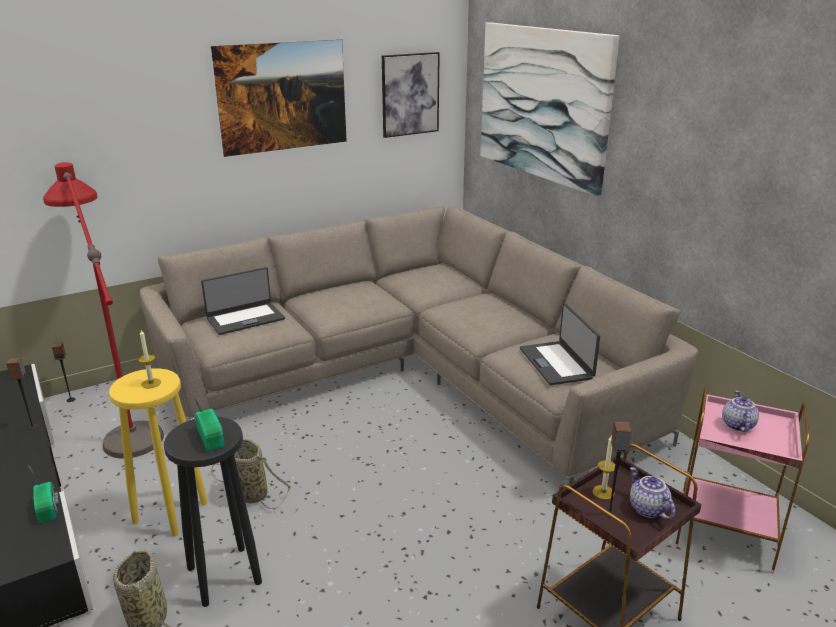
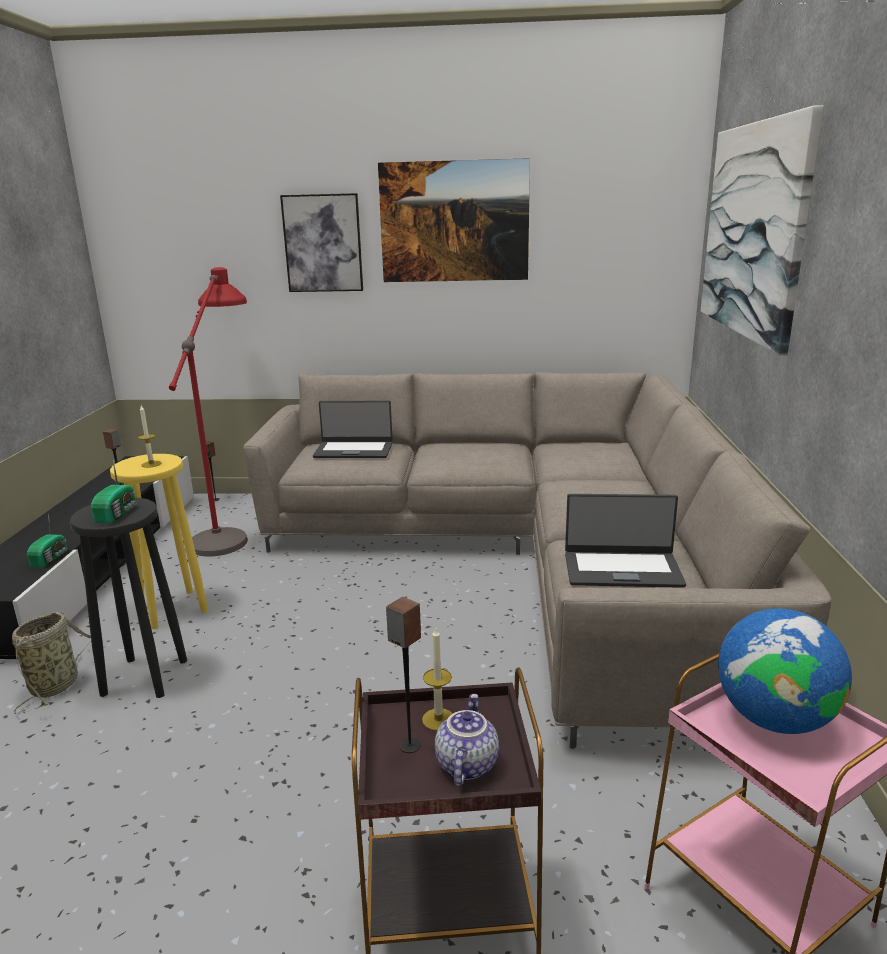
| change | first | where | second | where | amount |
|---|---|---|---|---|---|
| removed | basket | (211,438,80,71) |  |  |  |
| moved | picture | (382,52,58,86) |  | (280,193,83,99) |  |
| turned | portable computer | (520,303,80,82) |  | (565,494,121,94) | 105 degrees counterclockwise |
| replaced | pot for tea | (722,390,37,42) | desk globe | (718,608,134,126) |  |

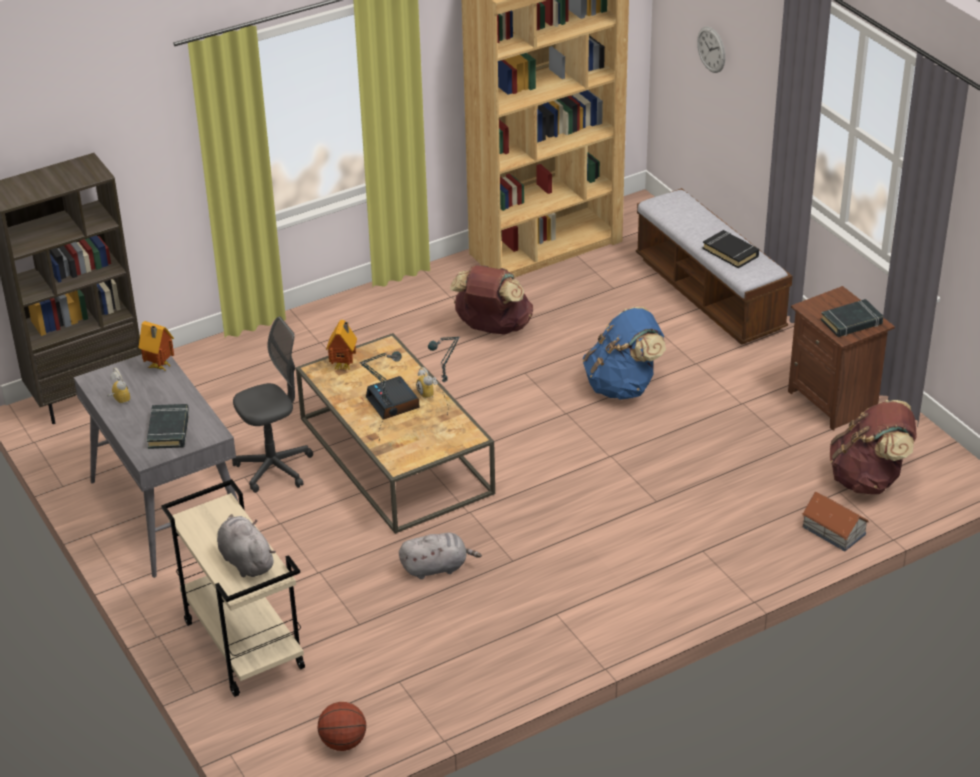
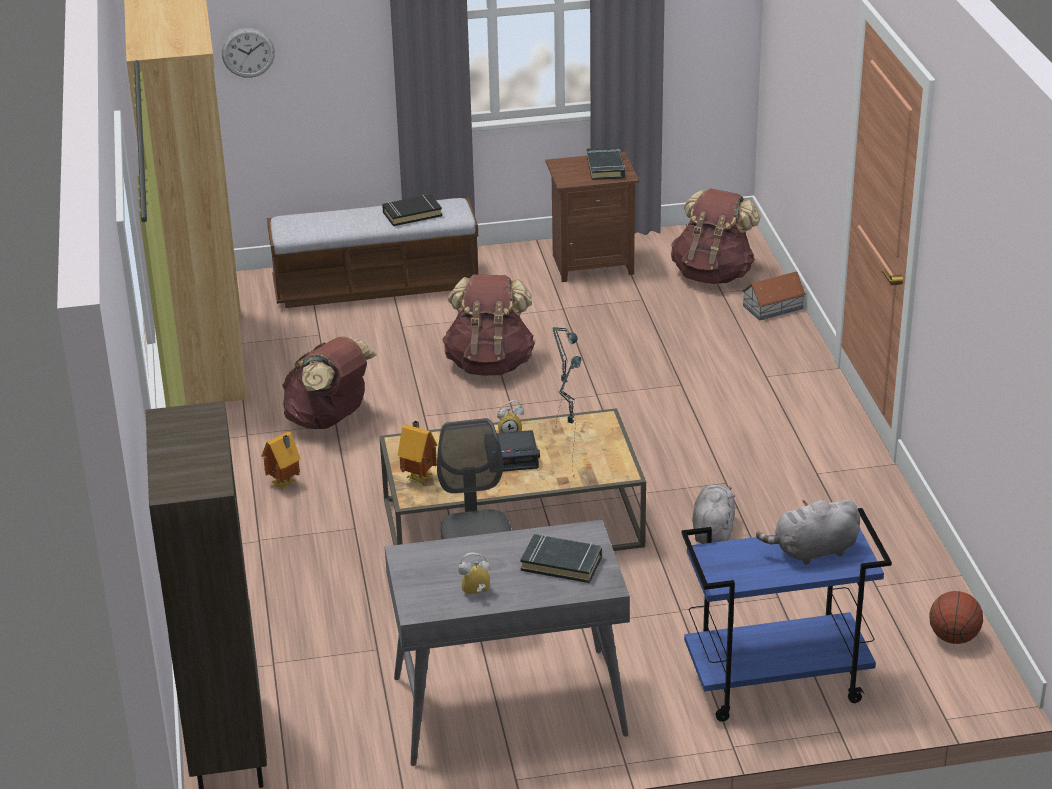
| change | first | where | second | where | amount |
|---|---|---|---|---|---|
| moved | toy house | (138,321,36,51) |  | (261,432,40,58) |  |
| recoloured | sand-coloured cart | (161,479,144,218) | bluish cart | (681,508,211,214) |  |
| recoloured | bluish backpack | (583,307,83,93) | brown backpack | (442,274,93,102) |  |

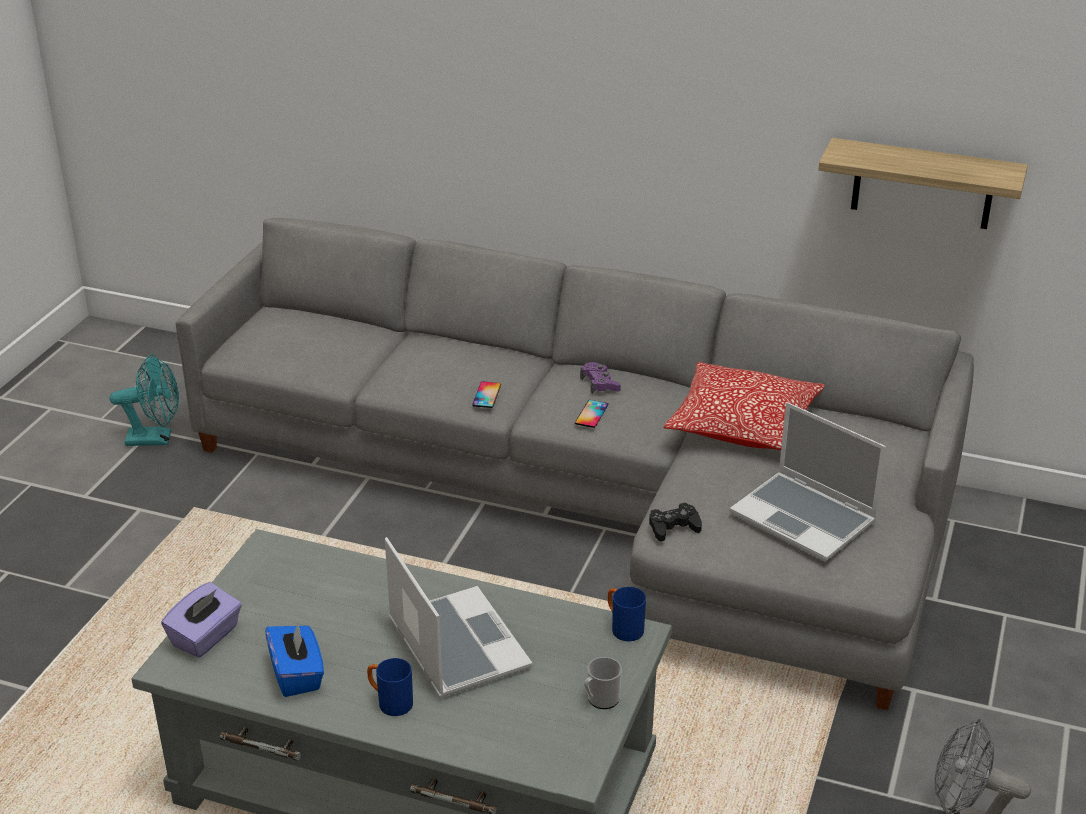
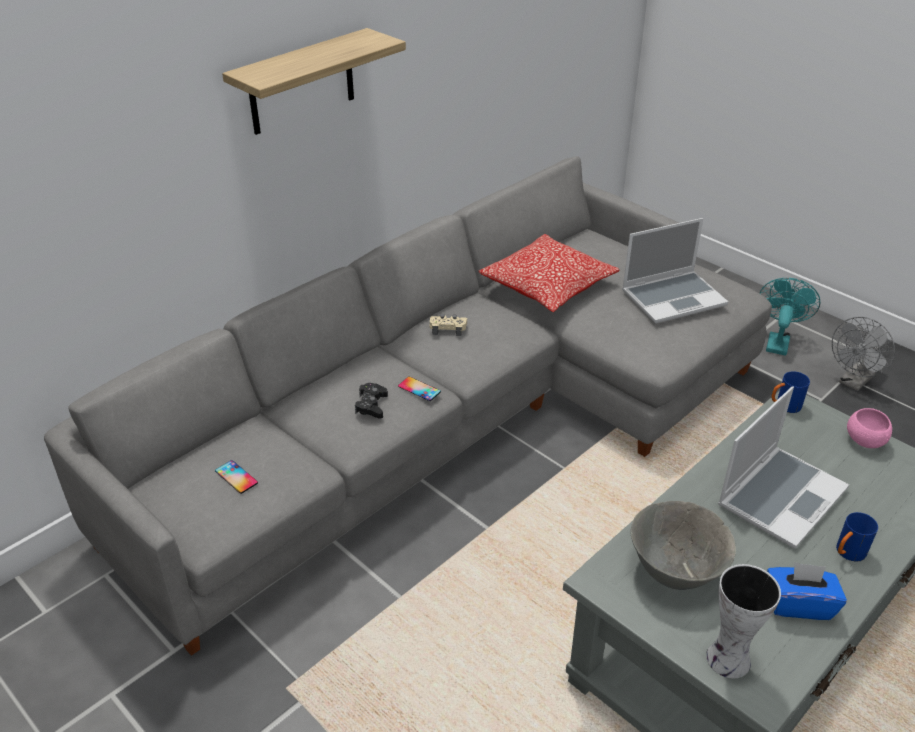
| change | first | where | second | where | amount |
|---|---|---|---|---|---|
| moved | turquoise-coloured fan | (110,354,69,92) |  | (759,278,61,78) |  |
| replaced | purple-coloured tissue holder | (161,582,81,76) | flower vase | (706,564,75,115) |  |
| turned | portable computer | (385,537,148,161) |  | (718,386,131,163) | 135 degrees clockwise |
| moved | telephone | (575,400,33,28) |  | (215,460,43,34) |  |
| recoloured | purple-coloured joypad | (580,362,41,32) | sand-coloured joypad | (430,314,37,22) |  |
| replaced | tea mug | (584,657,38,52) | pinkish serving bowl | (847,408,45,40) |  |
| moved | black-coloured joypad | (649,503,53,38) |  | (355,383,33,36) |  |
| moved | wall shelf | (818,138,210,91) |  | (222,28,184,107) |  |
| added |  |  | greyish serving bowl | (630,501,106,89) |  |

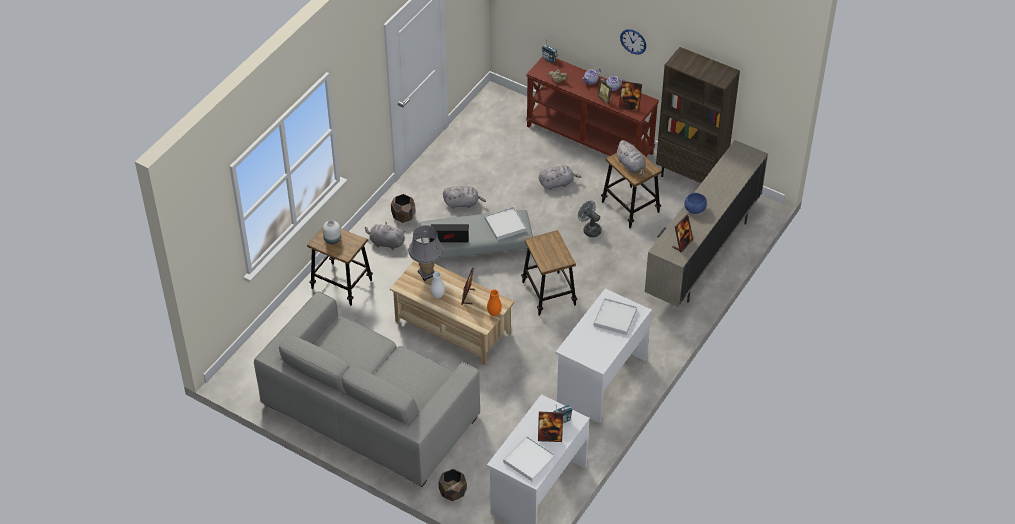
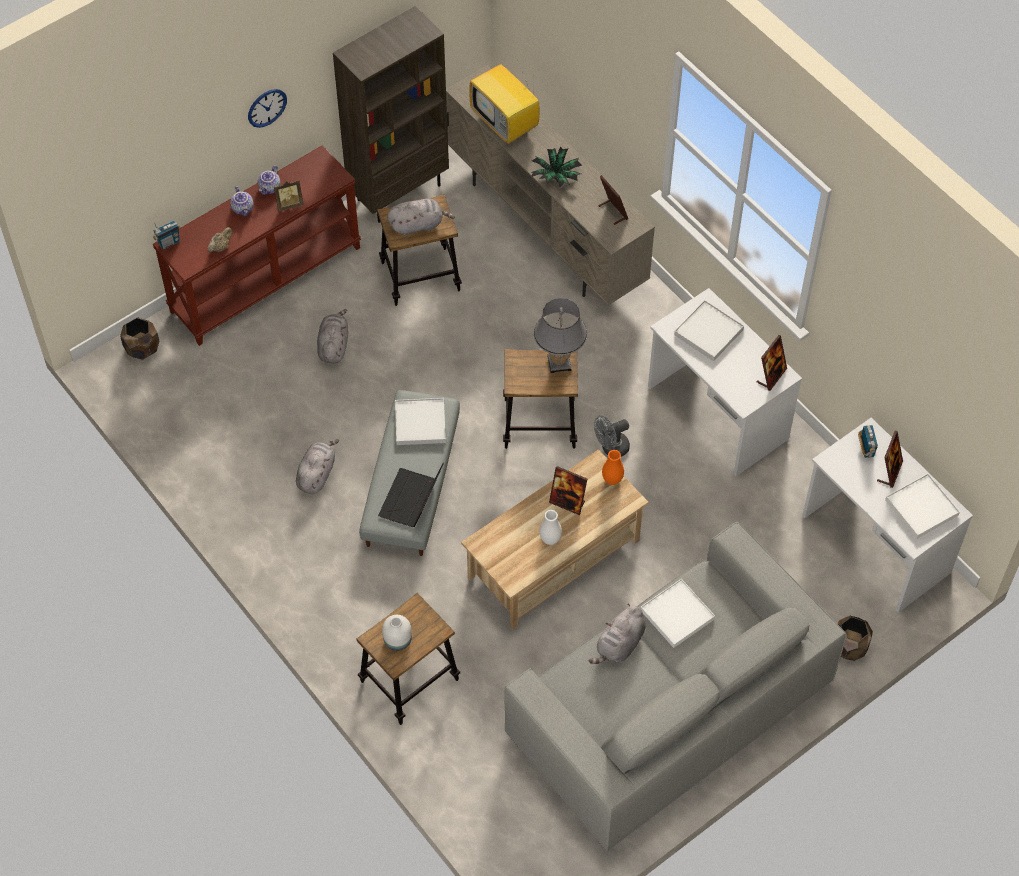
| change | first | where | second | where | amount |
|---|---|---|---|---|---|
| moved | greyish cuddly toy | (365,222,40,28) |  | (588,604,58,60) |  |
| moved | brown planter | (391,194,25,29) |  | (120,317,40,43) |  |
| moved | greyish lamp for a table | (408,225,36,56) |  | (534,298,53,75) |  |
| moved | greyish fan | (578,201,23,36) |  | (594,415,36,42) |  |
| moved | photo frame | (619,81,23,31) |  | (757,335,30,56) |  |
| replaced | bluish serving bowl | (684,193,23,21) | houseplant | (531,146,51,42) |  |
| added |  |  | television | (469,64,71,80) |  |
| added |  |  | white carrying tray | (640,579,75,69) |  |

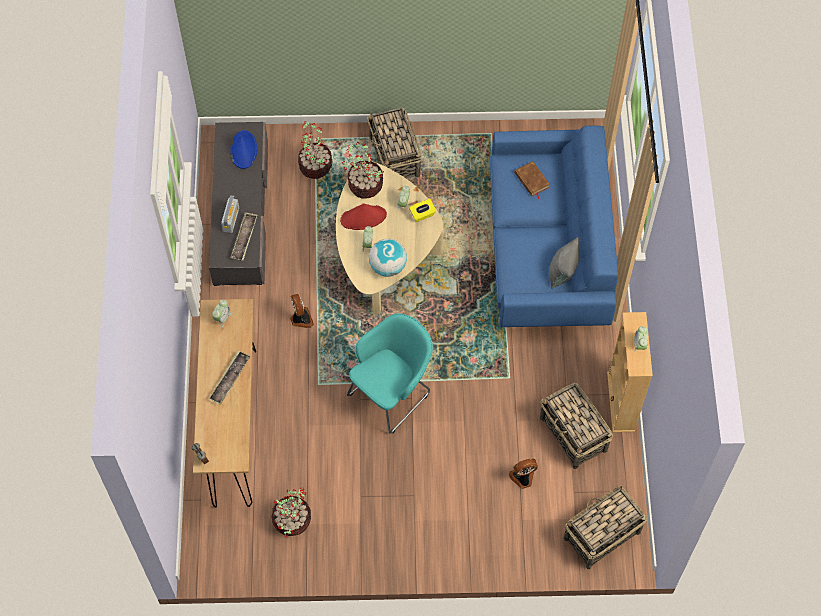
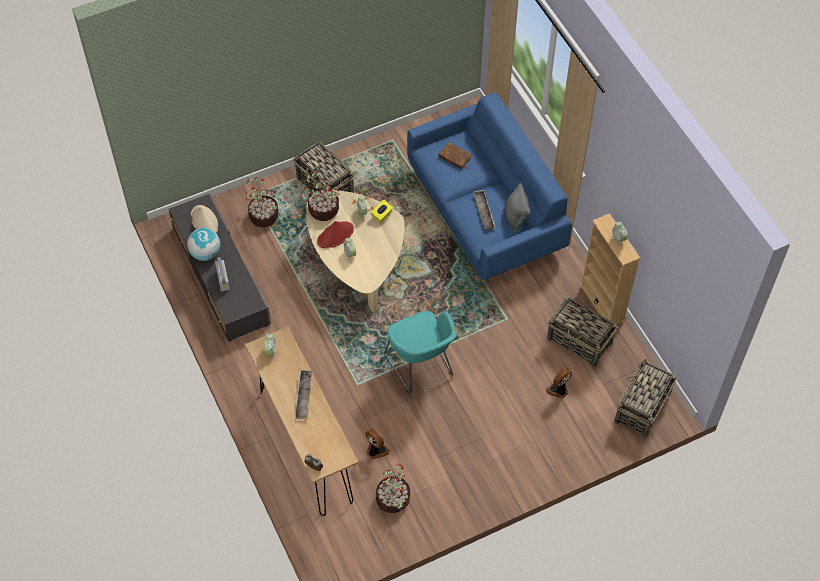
| change | first | where | second | where | amount |
|---|---|---|---|---|---|
| recoloured | bluish clothing hat | (230,130,27,39) | sand-coloured clothing hat | (191,205,27,28) |  |
| moved | carrying tray | (231,212,26,49) |  | (473,190,23,39) |  |
| moved | fan | (290,294,24,34) |  | (365,428,25,31) |  |
| turned | turquoise-coloured armchair | (347,313,86,121) |  | (384,311,73,83) | 135 degrees clockwise |
| moved | desk globe | (369,239,38,38) |  | (187,228,34,33) |  |

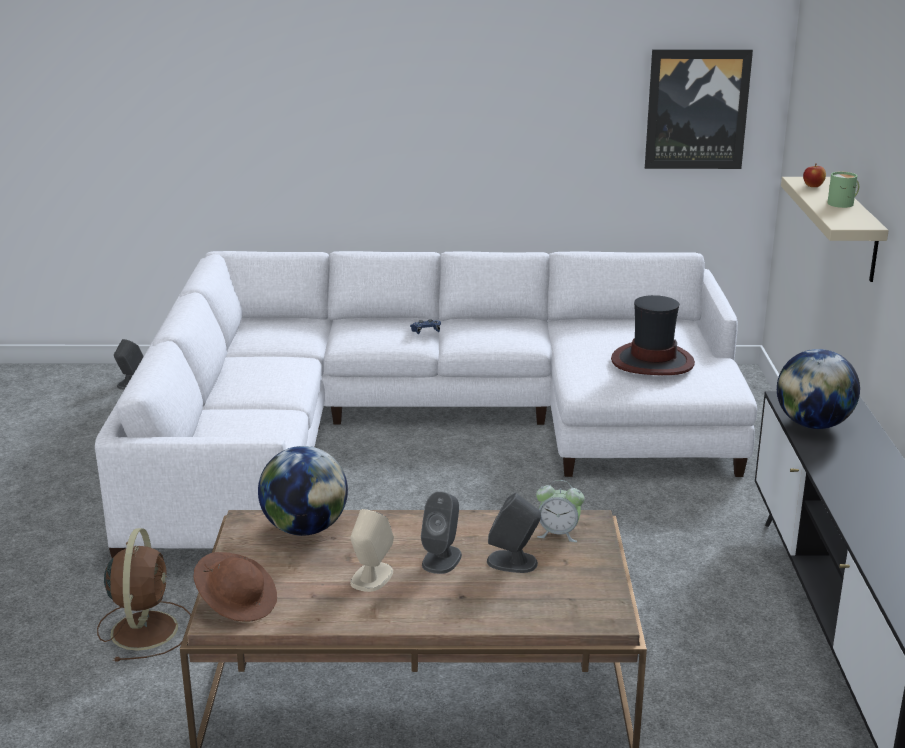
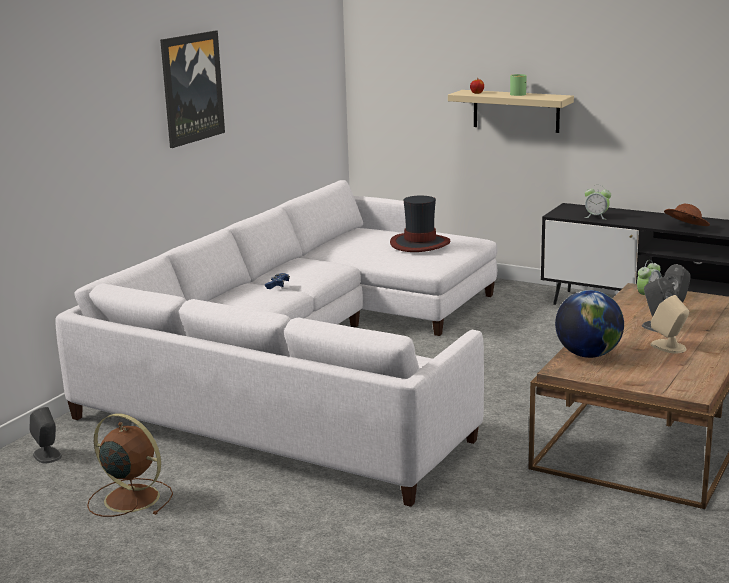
| change | first | where | second | where | amount |
|---|---|---|---|---|---|
| moved | brown fan | (97,528,94,134) |  | (87,413,86,104) |  |
| moved | brown clothing hat | (194,552,83,70) |  | (664,204,46,22) |  |
| moved | picture | (645,49,108,120) |  | (160,31,65,117) |  |
| replaced | desk globe | (777,349,83,80) | bedside clock | (584,185,27,35) |  |

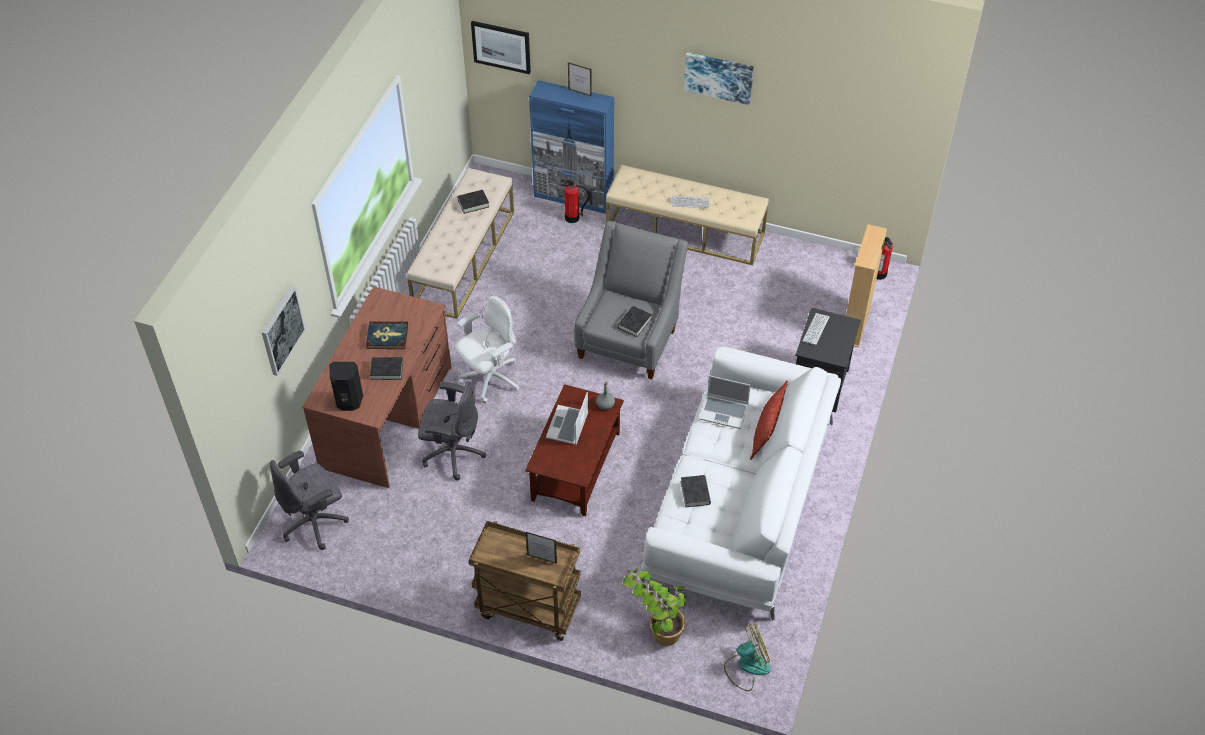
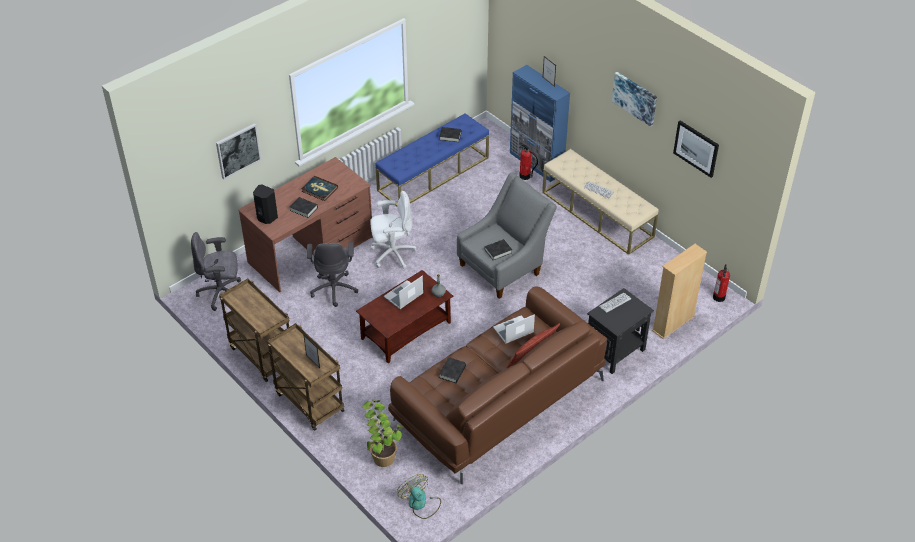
| change | first | where | second | where | amount |
|---|---|---|---|---|---|
| recoloured | sand-coloured bench | (407,168,107,151) | bluish bench | (375,113,114,93) |  |
| turned | greyish desk chair | (418,381,68,99) |  | (307,242,51,65) | 45 degrees clockwise |
| moved | picture | (471,21,60,53) |  | (673,121,46,57) |  |
| recoloured | white couch | (641,347,200,274) | brown couch | (388,286,219,198) |  |
| turned | portable computer | (700,375,51,54) |  | (493,314,42,30) | 105 degrees clockwise |
| turned | fan | (724,624,47,67) |  | (397,474,44,45) | 135 degrees counterclockwise |
| added |  |  | brown cart | (219,278,70,104) |  |

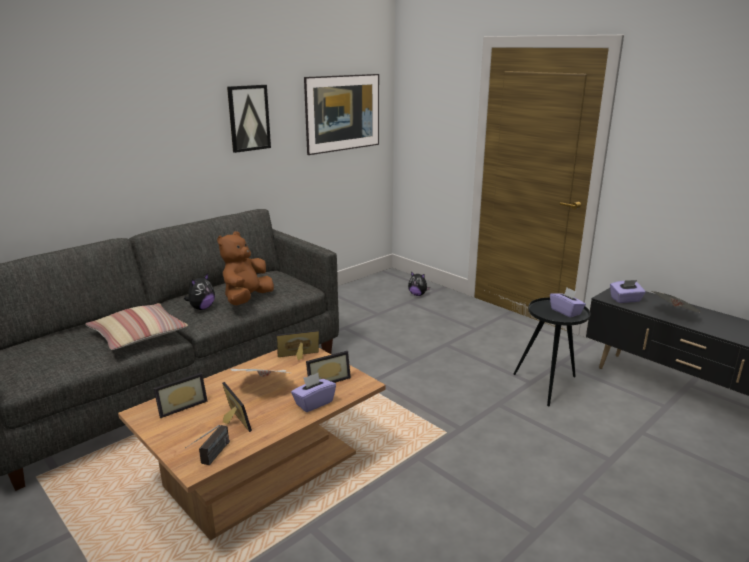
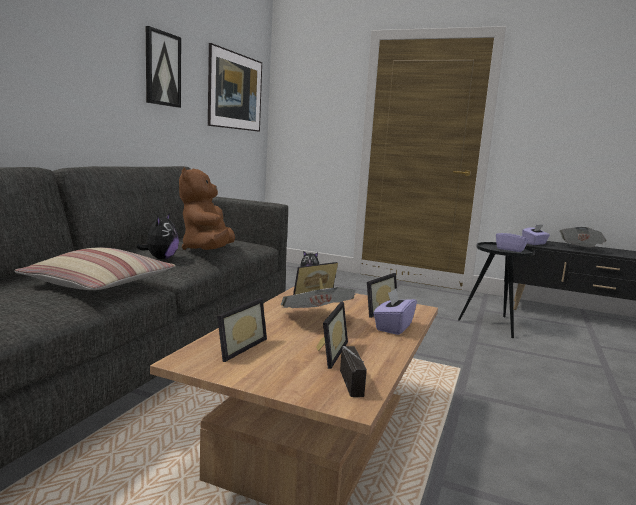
| change | first | where | second | where | amount |
|---|---|---|---|---|---|
| turned | photo frame | (222,382,30,50) |  | (316,302,32,67) | 75 degrees clockwise |

